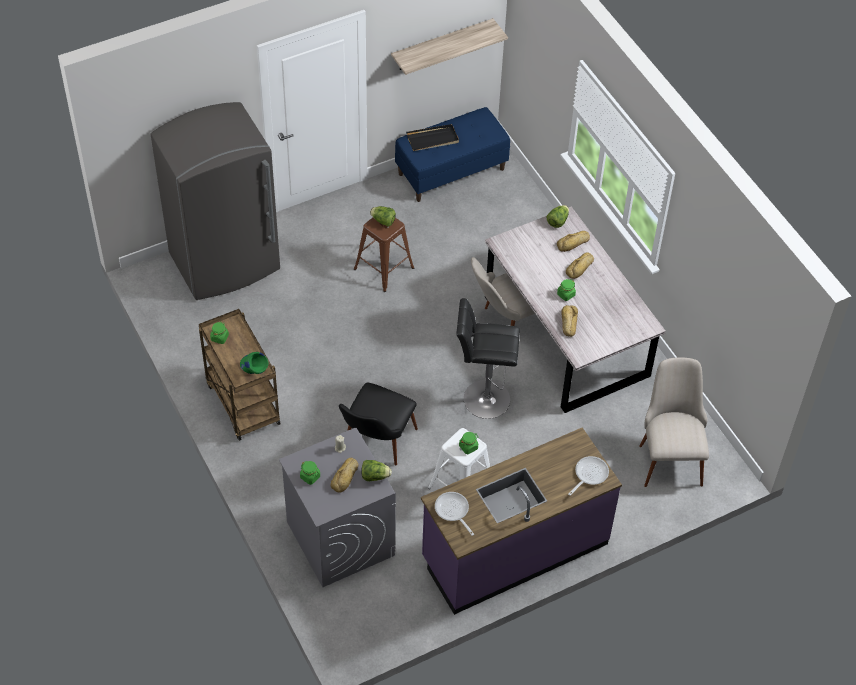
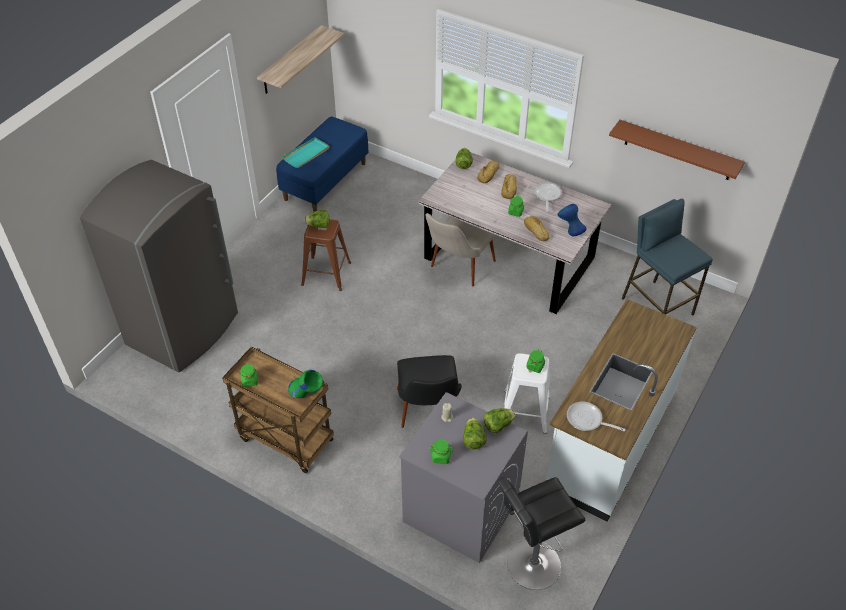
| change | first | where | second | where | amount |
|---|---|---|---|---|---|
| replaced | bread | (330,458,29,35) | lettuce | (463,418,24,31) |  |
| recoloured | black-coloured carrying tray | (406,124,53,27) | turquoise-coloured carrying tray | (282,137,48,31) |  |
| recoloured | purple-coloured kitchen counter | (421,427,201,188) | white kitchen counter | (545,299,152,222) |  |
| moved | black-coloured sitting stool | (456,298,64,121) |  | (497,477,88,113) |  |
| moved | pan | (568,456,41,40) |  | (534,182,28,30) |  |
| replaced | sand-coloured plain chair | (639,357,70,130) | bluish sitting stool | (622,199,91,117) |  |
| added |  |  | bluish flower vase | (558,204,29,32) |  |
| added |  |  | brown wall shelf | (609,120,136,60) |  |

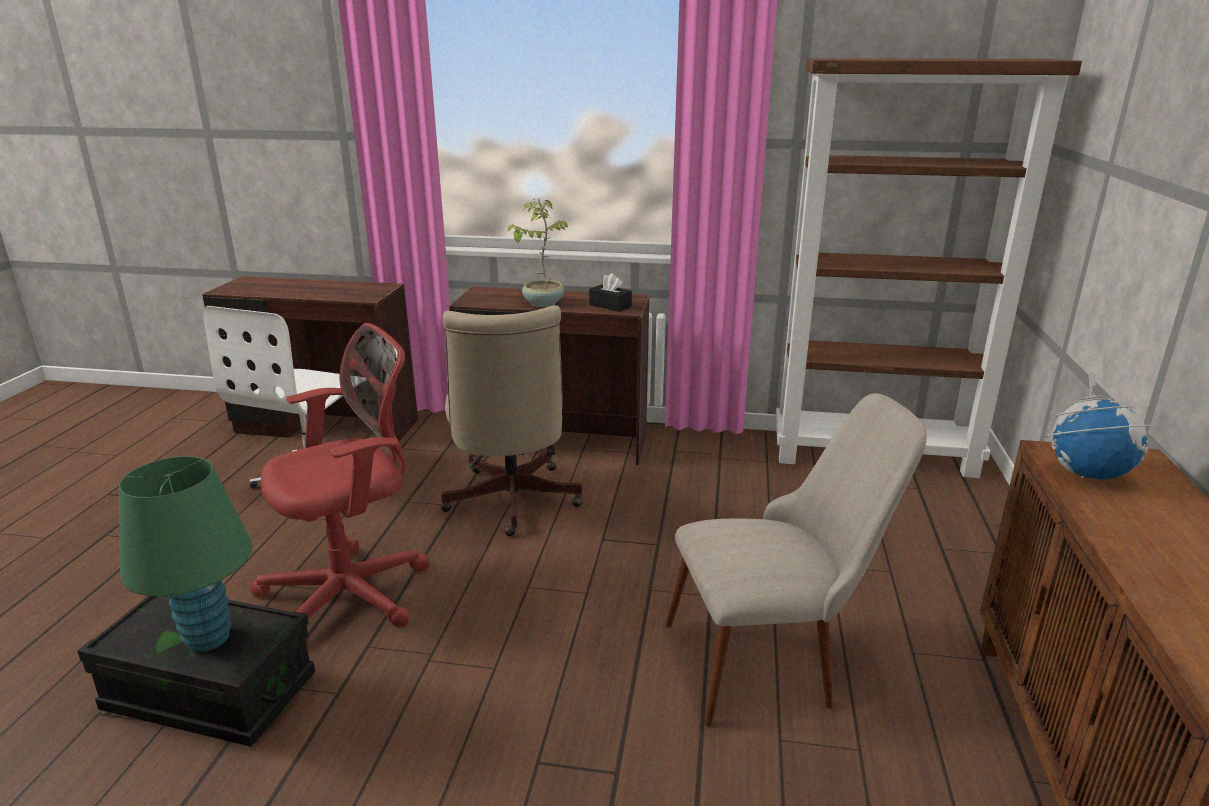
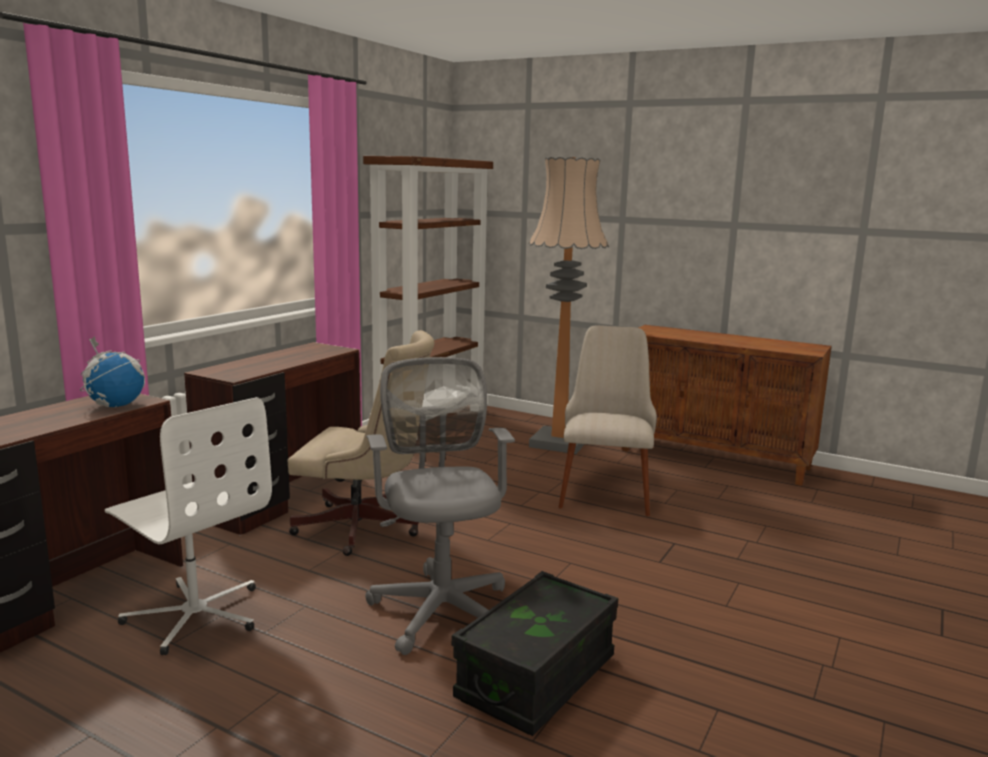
| change | first | where | second | where | amount |
|---|---|---|---|---|---|
| removed | green lamp for a table | (119,456,133,196) |  |  |  |
| recoloured | red desk chair | (250,323,180,320) | greyish desk chair | (365,357,150,298) |  |
| removed | houseplant | (508,198,61,109) |  |  |  |
| removed | black-coloured tissue holder | (589,273,43,39) |  |  |  |
| moved | desk globe | (1045,372,106,108) |  | (80,336,65,72) |  |
| added |  |  | floor lamp | (529,157,80,297) |  |

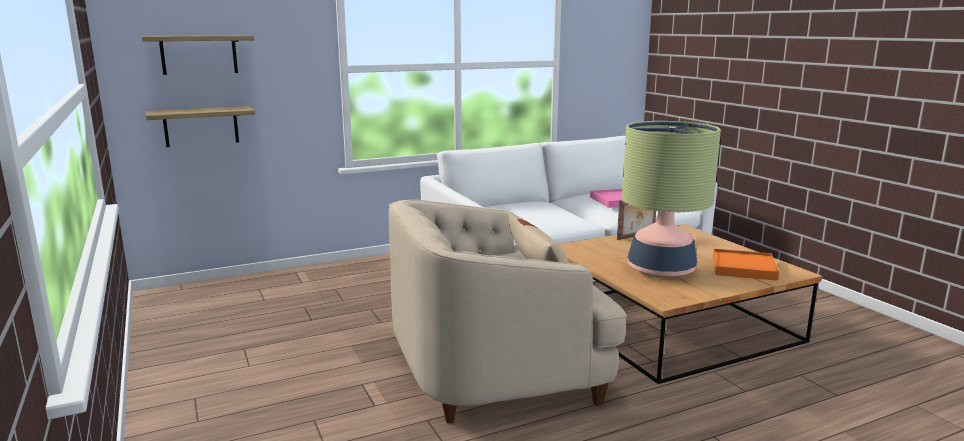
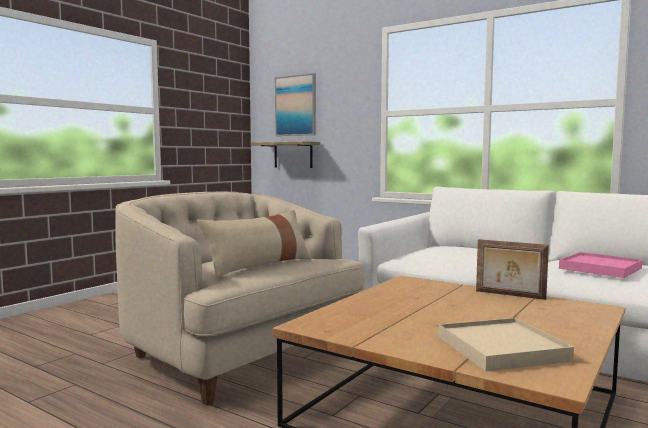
| change | first | where | second | where | amount |
|---|---|---|---|---|---|
| replaced | wall shelf | (142,35,112,40) | picture | (275,73,41,63) |  |
| removed | lamp for a table | (622,121,99,157) |  |  |  |
| recoloured | orange carrying tray | (713,249,66,32) | sand-coloured carrying tray | (439,318,135,53) |  |

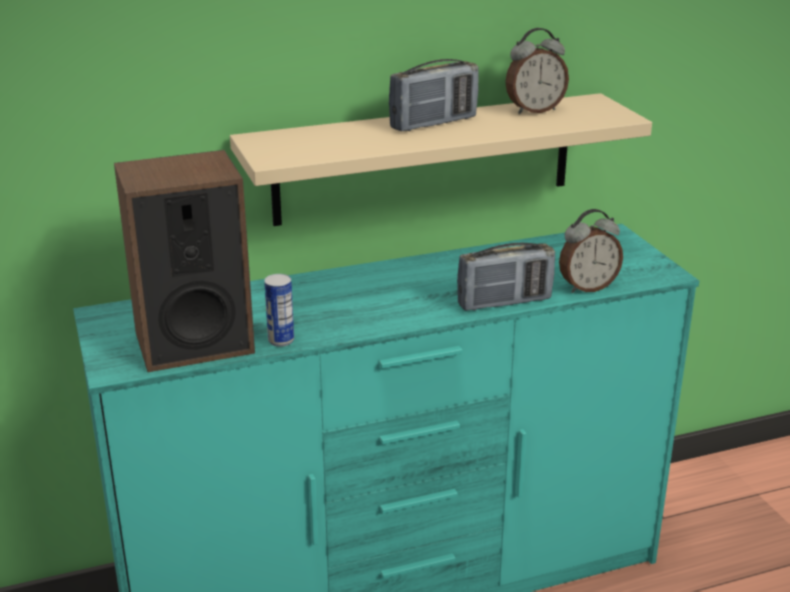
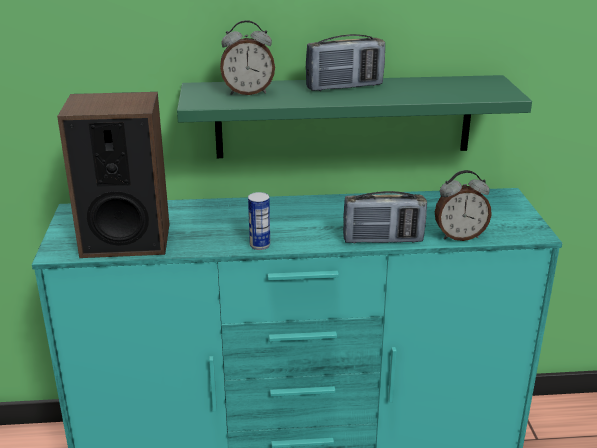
| change | first | where | second | where | amount |
|---|---|---|---|---|---|
| recoloured | sand-coloured wall shelf | (230,93,422,133) | green wall shelf | (177,75,355,83) |  |
| moved | can | (264,274,30,73) |  | (248,192,22,58) |  |
| moved | bedside clock | (505,28,64,86) |  | (220,20,55,75) |  |

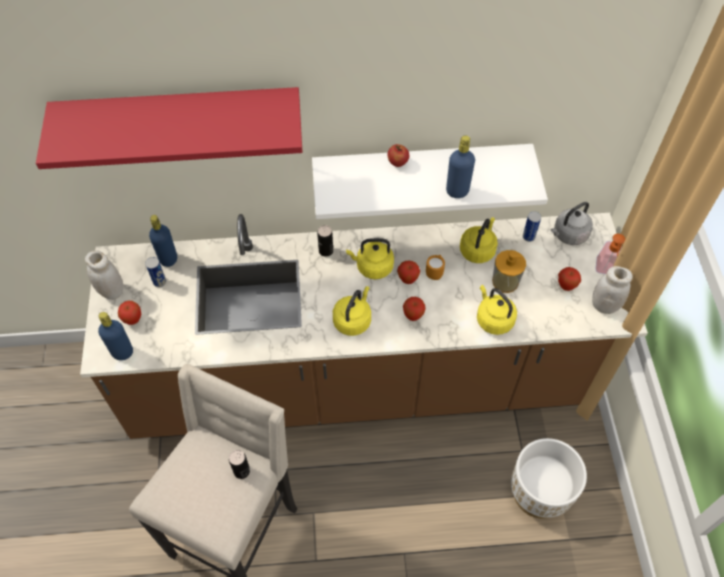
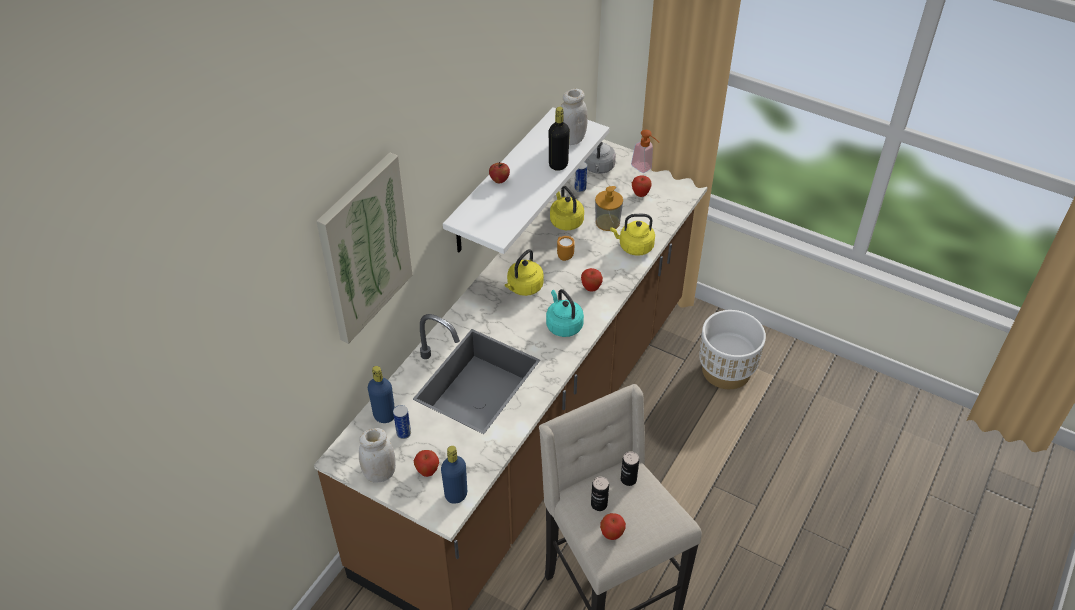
| change | first | where | second | where | amount |
|---|---|---|---|---|---|
| replaced | red wall shelf | (36,87,266,82) | picture | (316,152,97,192) |  |
| moved | can | (317,225,16,32) |  | (591,476,18,35) |  |
| recoloured | yellow kettle | (333,286,38,50) | turquoise-coloured kettle | (546,289,38,48) |  |
| moved | whole apple | (397,261,23,23) |  | (600,513,26,27) |  |
| recoloured | bluish beverage bottle | (446,135,29,63) | black-coloured beverage bottle | (549,107,21,64) |  |
| moved | white preserve jar | (592,266,41,48) |  | (561,89,27,56) |  |

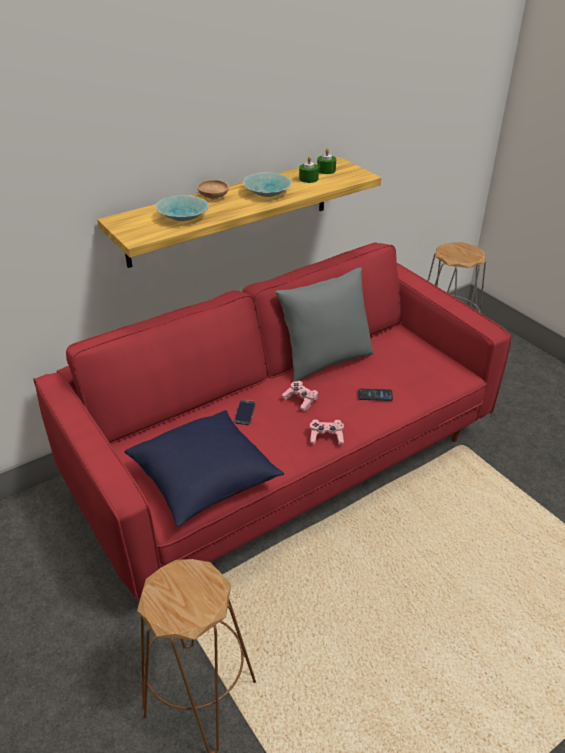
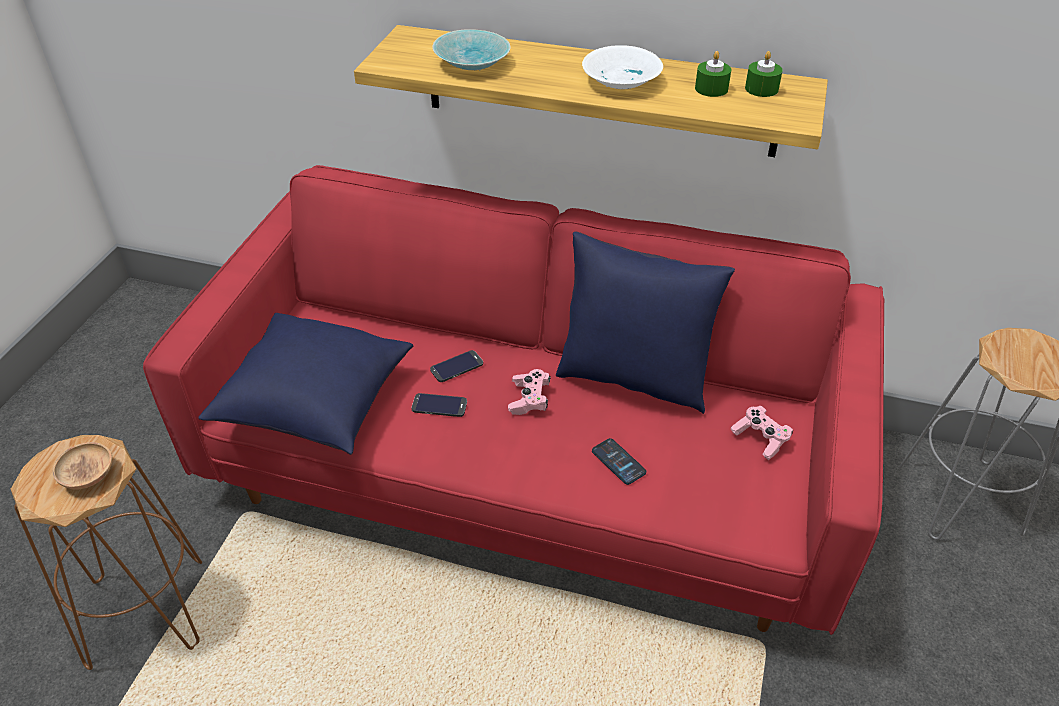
| change | first | where | second | where | amount |
|---|---|---|---|---|---|
| moved | brown serving bowl | (197,180,32,20) |  | (53,442,60,48) |  |
| recoloured | turquoise-coloured serving bowl | (243,172,49,25) | white serving bowl | (582,45,81,44) |  |
| recoloured | greyish pillow | (276,267,98,115) | bluish pillow | (556,231,179,183) |  |
| moved | pinkish joypad | (310,420,34,25) |  | (731,406,62,54) |  |
| added |  |  | telephone | (412,393,55,24) |  |

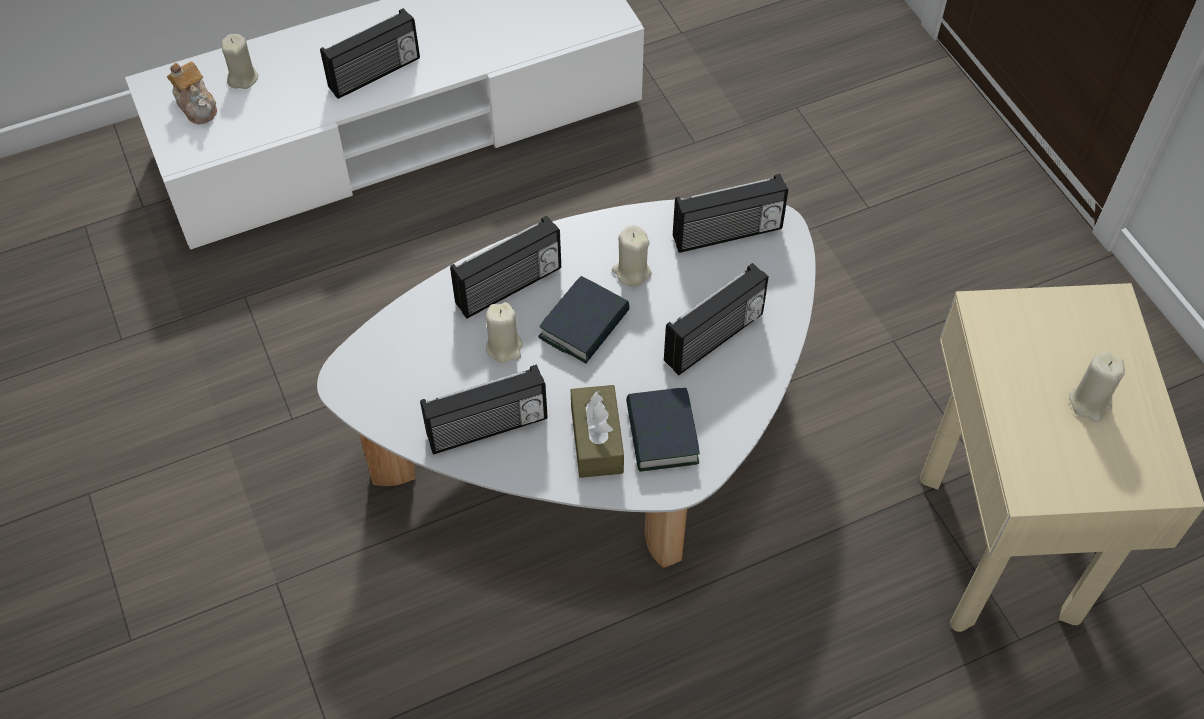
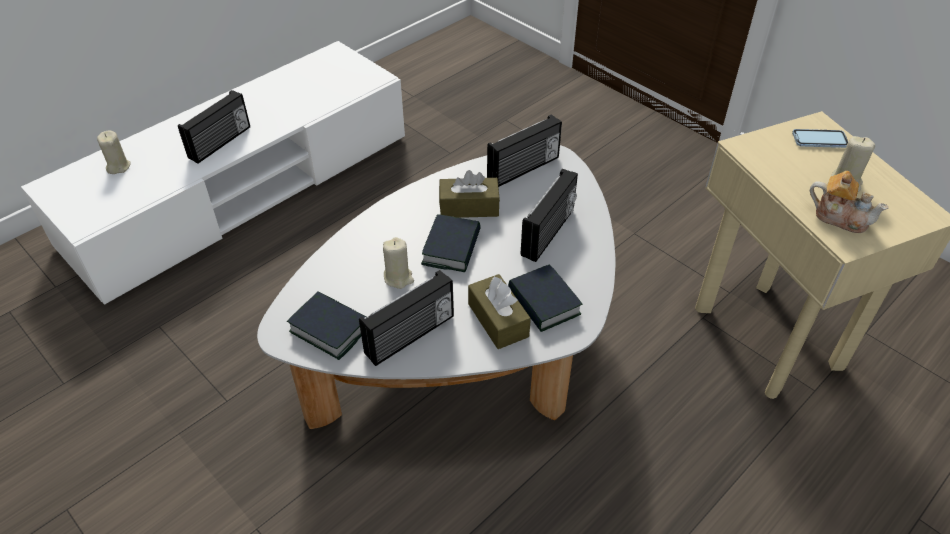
| change | first | where | second | where | amount |
|---|---|---|---|---|---|
| moved | pot for tea | (167,61,50,64) |  | (810,171,79,62) |  |
| removed | radio receiver | (450,216,111,103) |  |  |  |
| replaced | sand-coloured wax light | (612,225,40,61) | brown tissue holder | (439,170,61,48) |  |
| added |  |  | bound book | (287,291,79,69) |  |
| added |  |  | telephone | (792,129,56,19) |  |

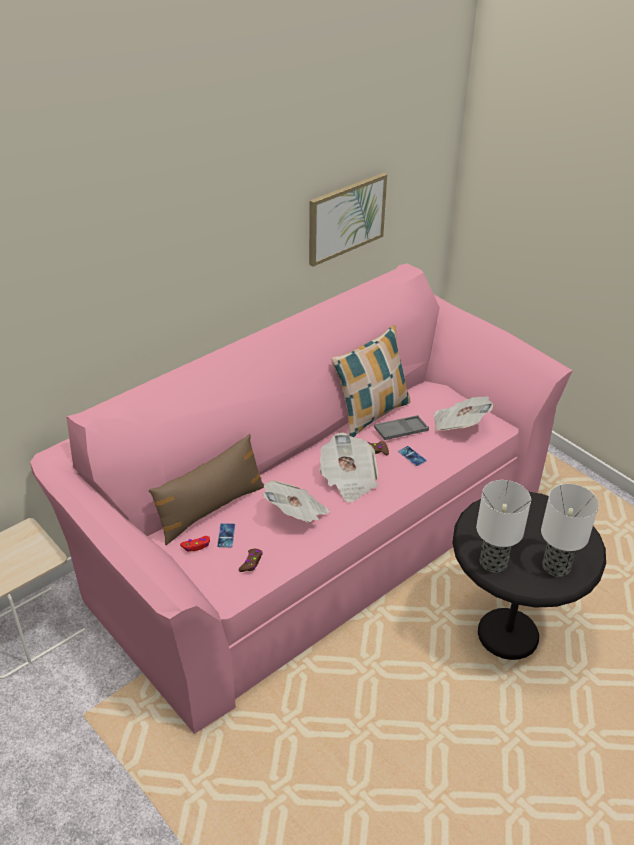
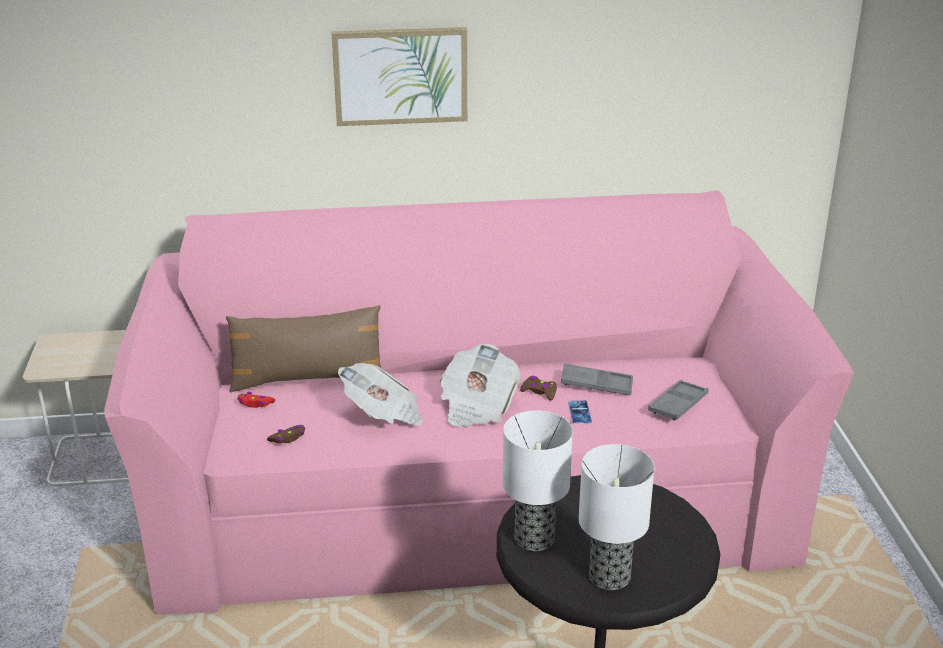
| change | first | where | second | where | amount |
|---|---|---|---|---|---|
| removed | telephone | (217,523,18,24) |  |  |  |
| moved | picture | (309,173,78,94) |  | (331,27,136,99) |  |
| removed | pillow | (331,325,79,112) |  |  |  |
| replaced | printed paper | (434,396,59,35) | greyish carrying tray | (648,380,60,41) |  |

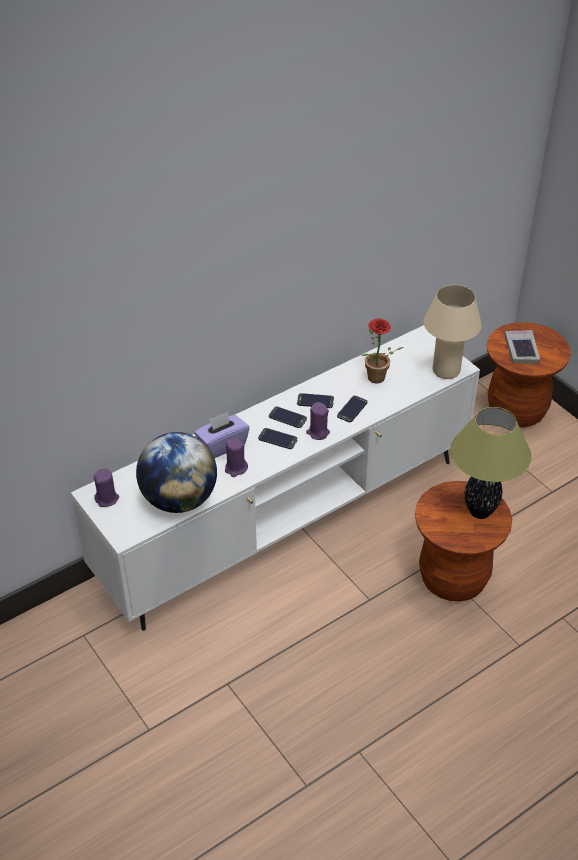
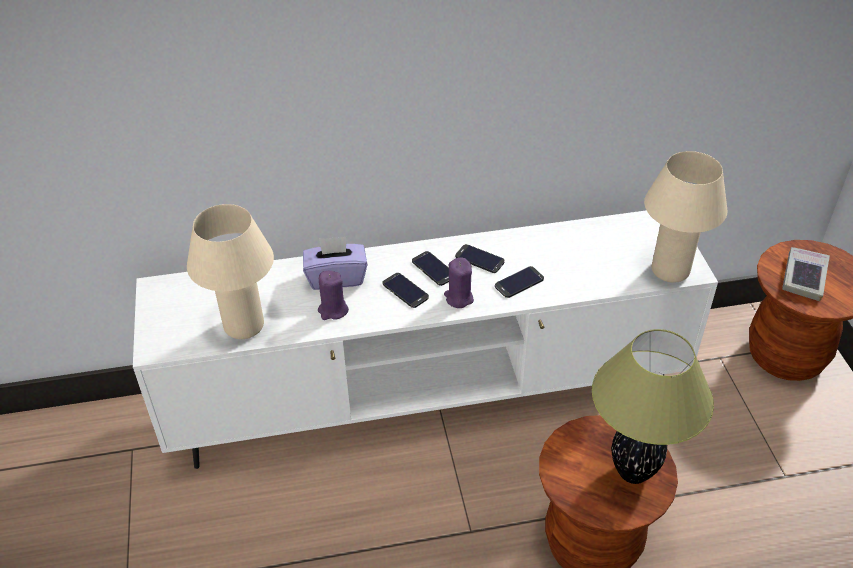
| change | first | where | second | where | amount |
|---|---|---|---|---|---|
| removed | purple-coloured wax light | (93,468,26,39) |  |  |  |
| replaced | desk globe | (136,432,81,81) | sand-coloured lamp for a table | (187,204,87,135) |  |
| removed | houseplant | (361,318,43,65) |  |  |  |

